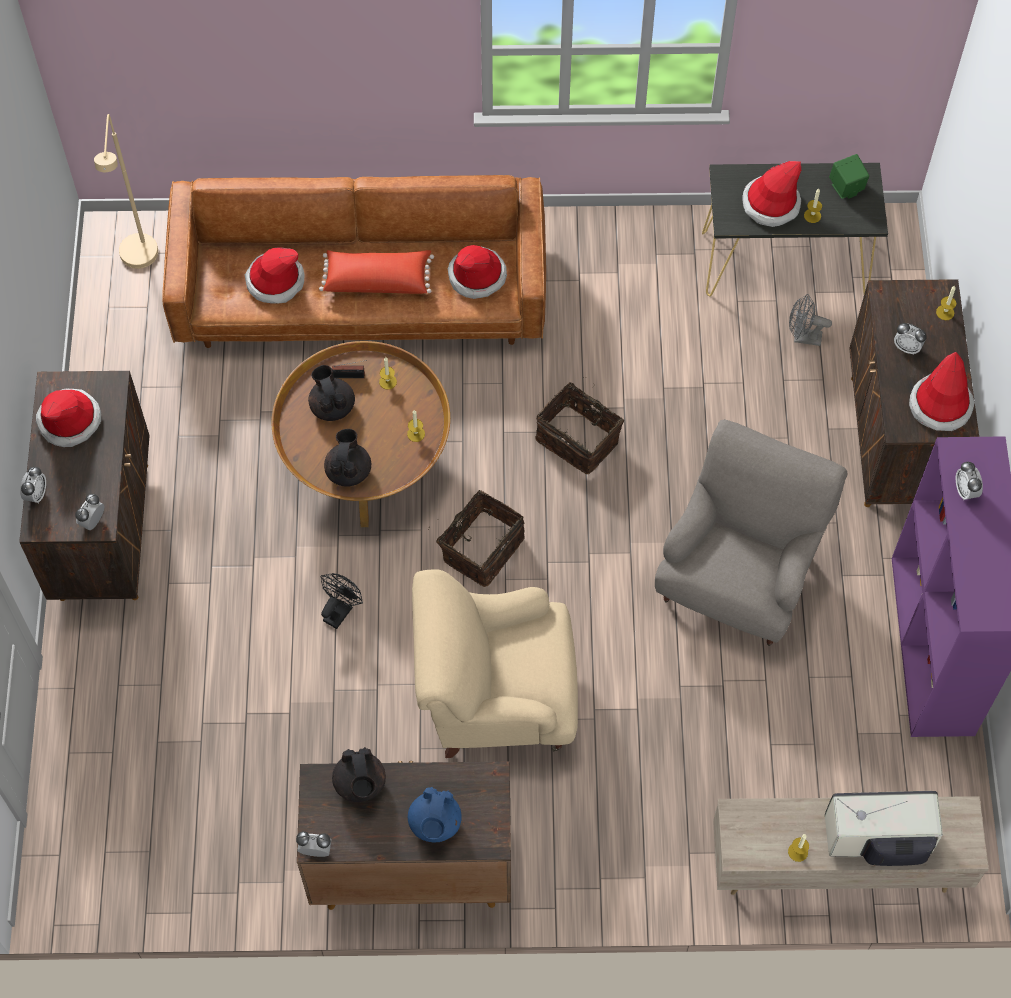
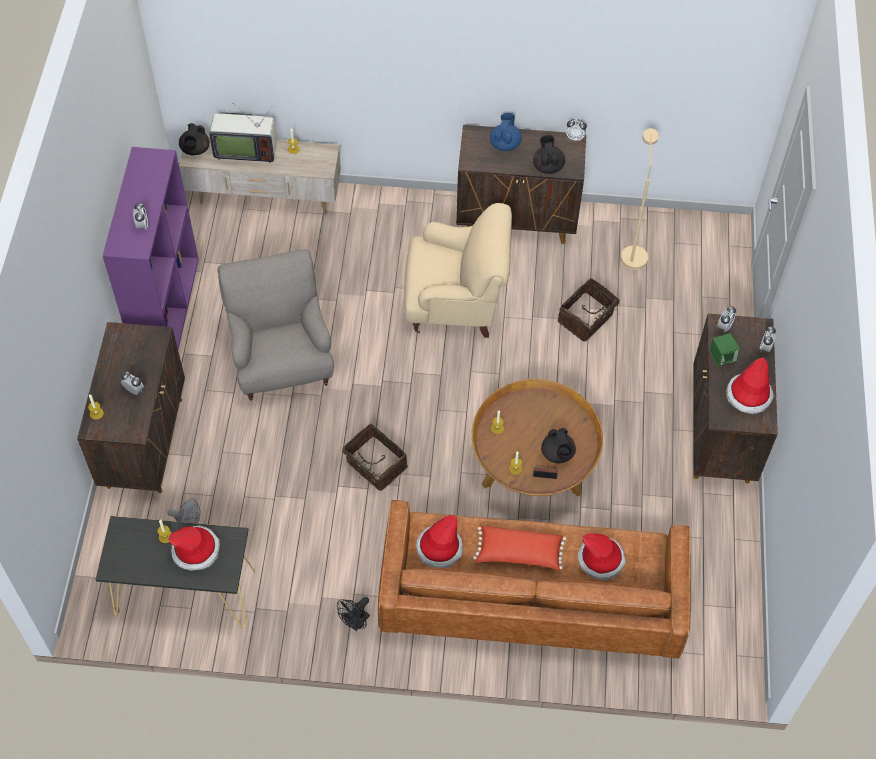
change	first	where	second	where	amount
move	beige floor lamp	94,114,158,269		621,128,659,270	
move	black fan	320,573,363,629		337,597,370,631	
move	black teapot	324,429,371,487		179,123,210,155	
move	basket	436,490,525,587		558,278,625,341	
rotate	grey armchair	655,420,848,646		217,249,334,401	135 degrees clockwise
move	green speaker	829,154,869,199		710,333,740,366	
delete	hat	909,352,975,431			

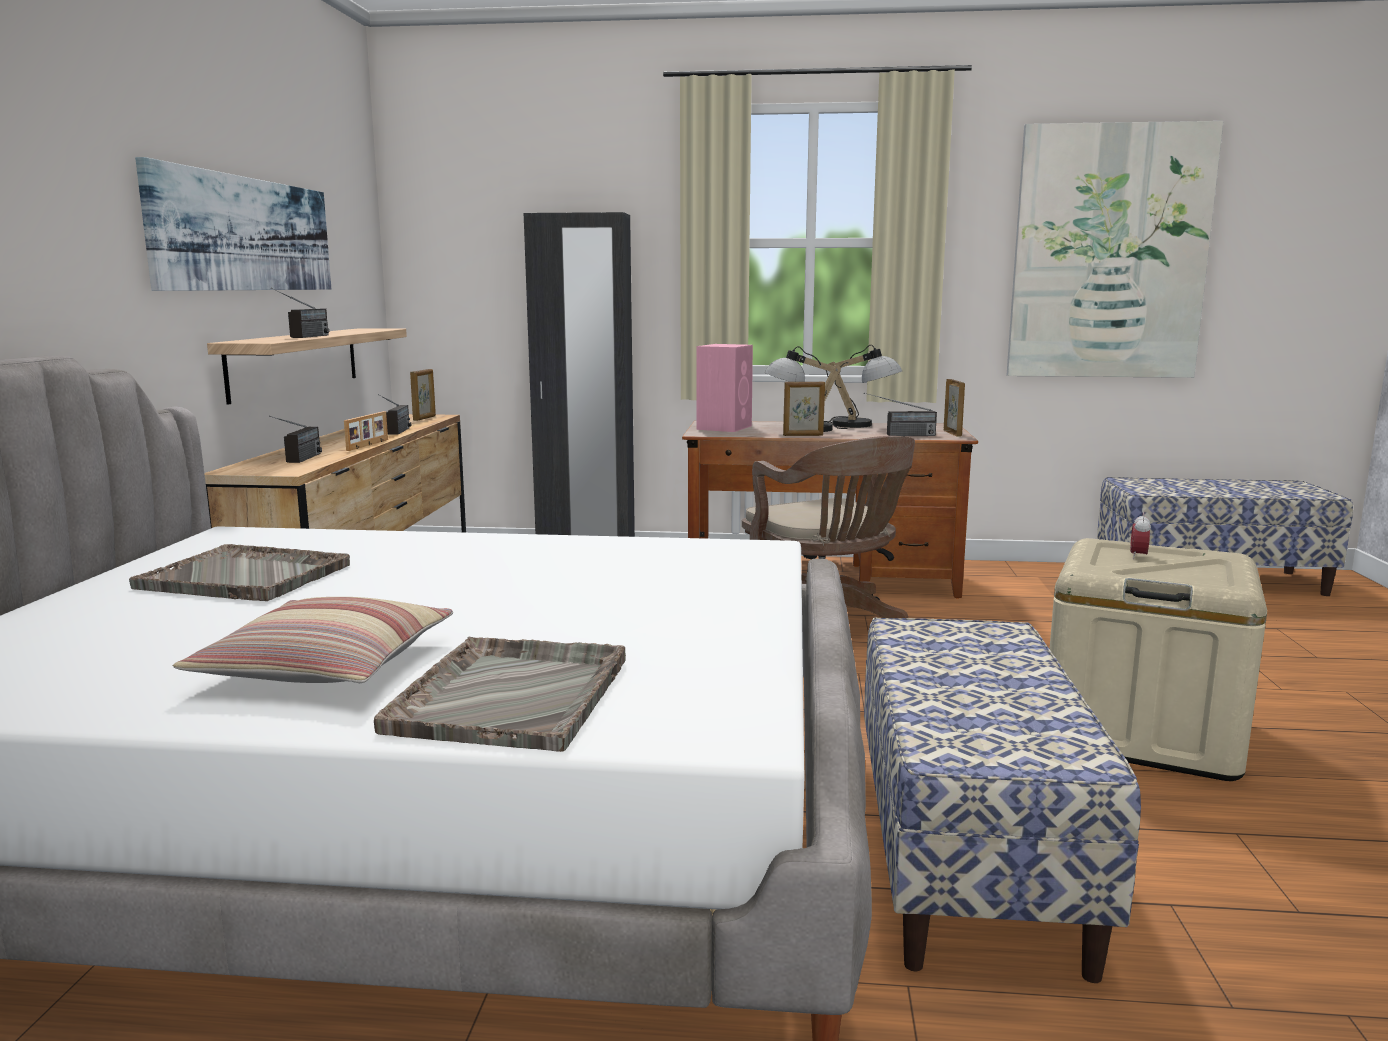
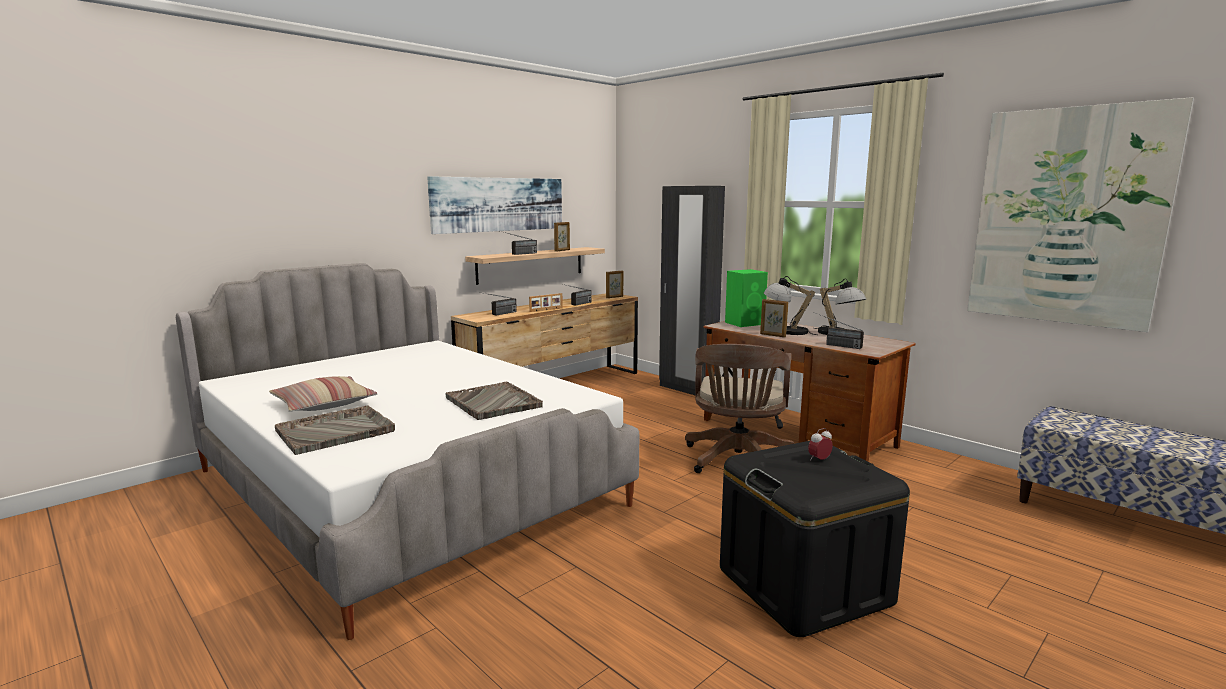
change	first	where	second	where	amount
move	grey tray	129,544,350,601		445,382,543,420	
recolor	pink speaker	696,344,753,432	green speaker	725,269,768,327	
delete	bench	864,618,1141,983			
move	picture frame	943,379,965,436		554,222,570,252	
recolor	beige storage box	1049,538,1267,781	black storage box	720,441,910,637	

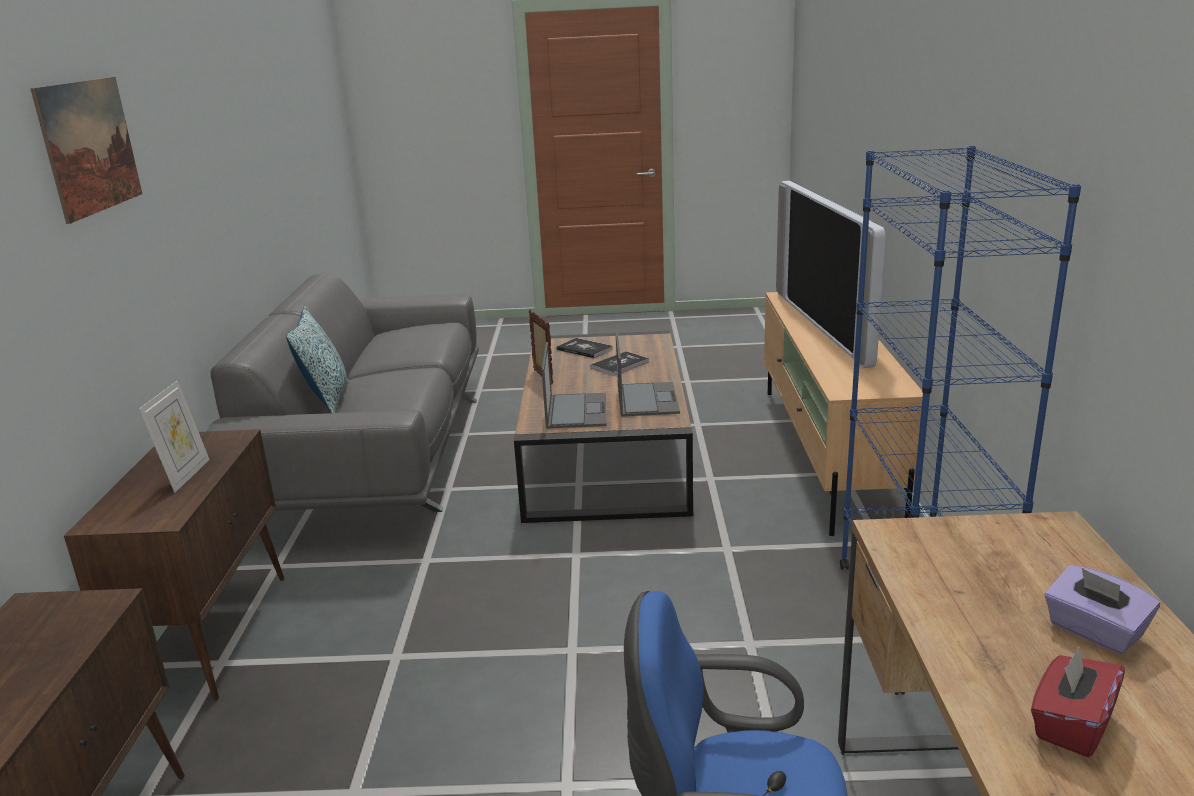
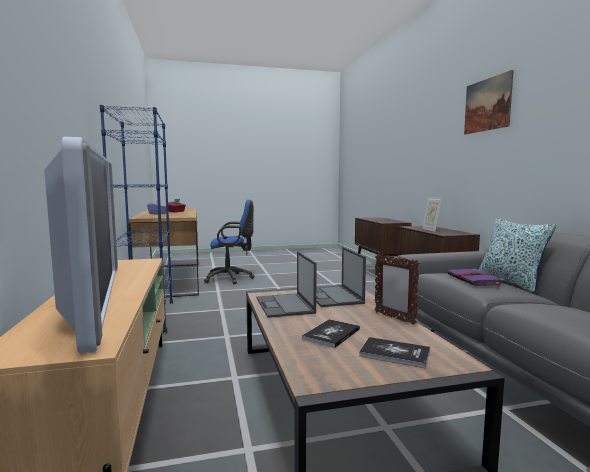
change	first	where	second	where	amount
insert			purple book	447,269,504,287	

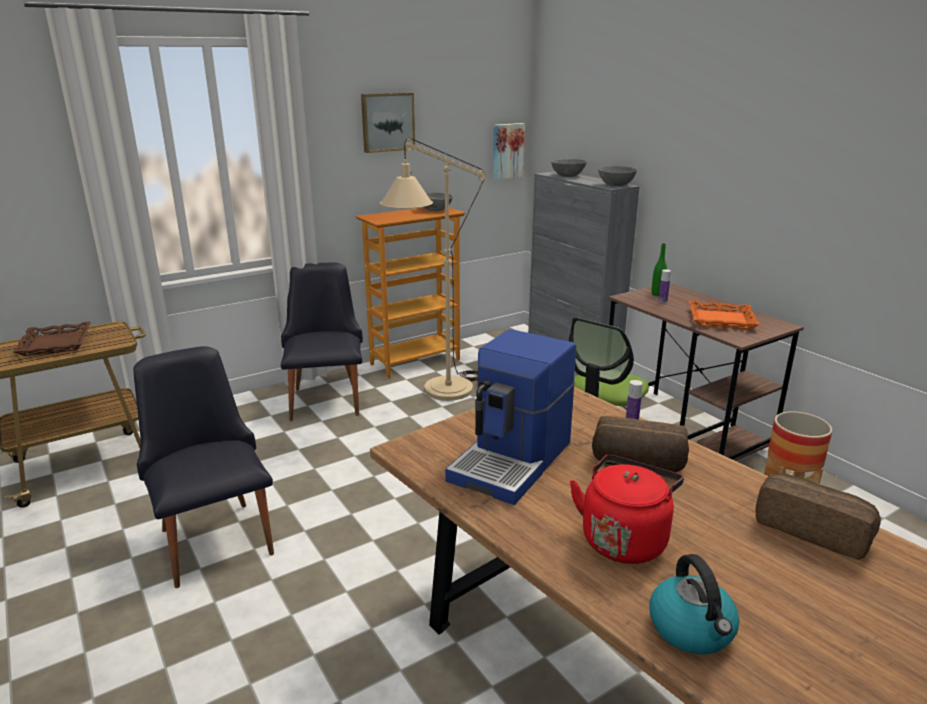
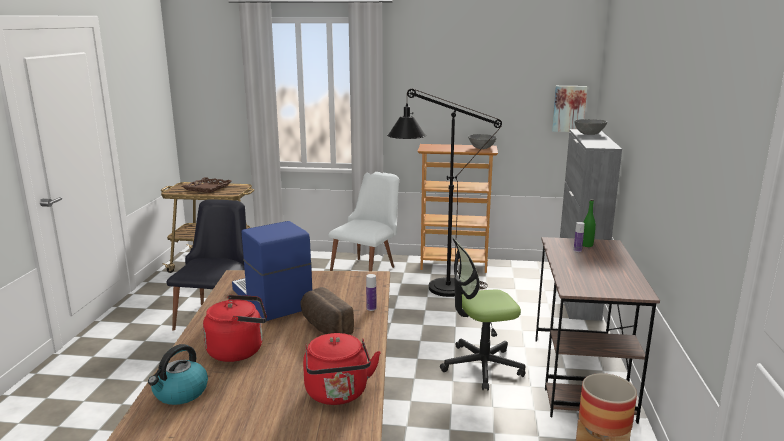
change	first	where	second	where	amount
recolor	black chair	281,263,363,421	white chair	329,172,399,271	
delete	picture	361,93,415,153			
recolor	beige floor lamp	380,138,485,401	black floor lamp	387,89,502,297	
rotate	coffee machine	445,329,576,505		232,221,312,321	75 degrees clockwise
delete	grey bowl	598,166,637,186			
delete	orange tray	689,301,760,329			
replace	bread	756,473,881,560	red kettle	303,333,381,405	

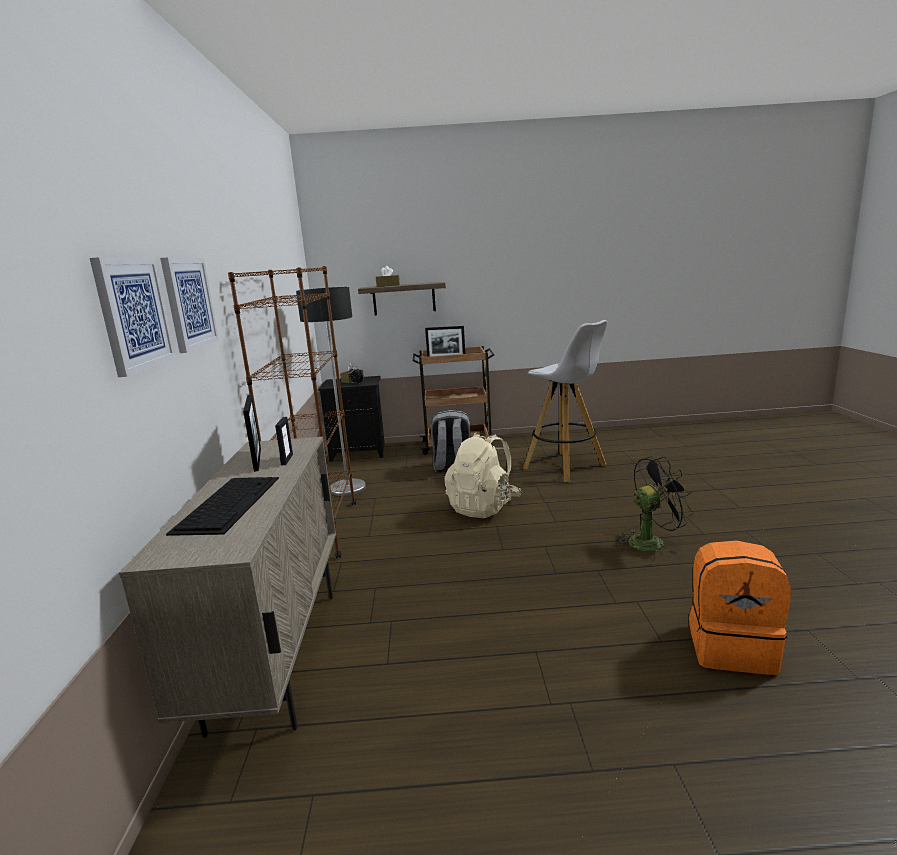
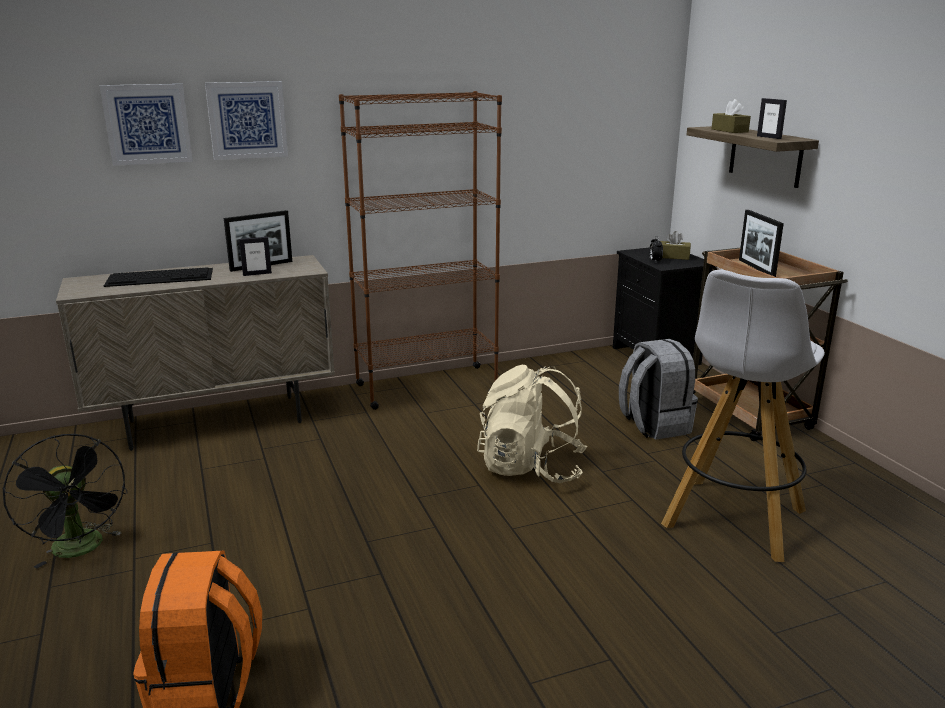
change	first	where	second	where	amount
delete	floor lamp	296,287,366,496			
move	black fan	617,456,694,555		3,434,128,568	
insert			picture frame	757,98,787,139	

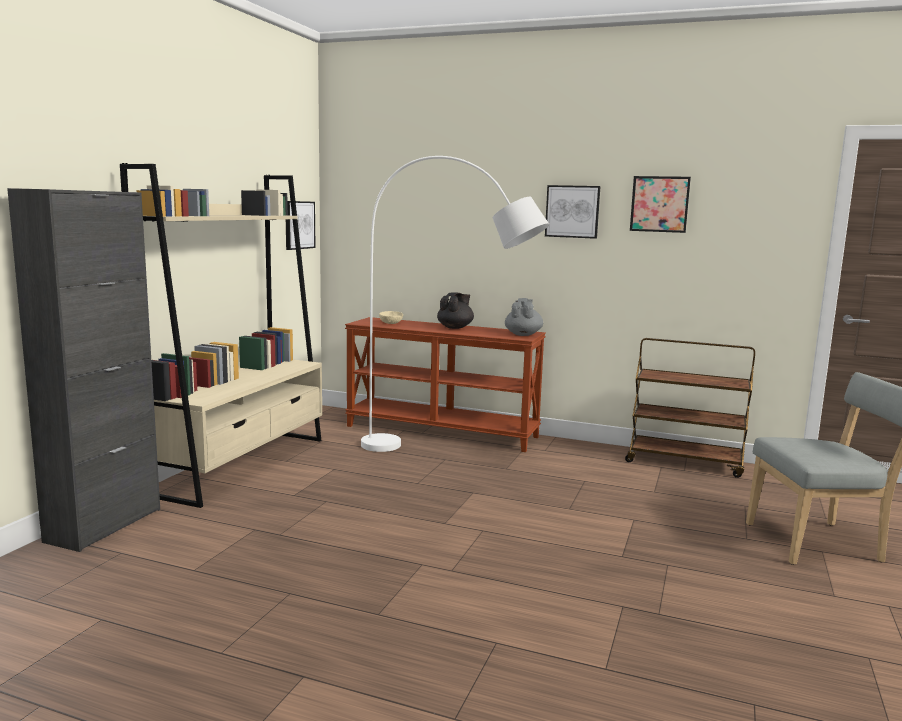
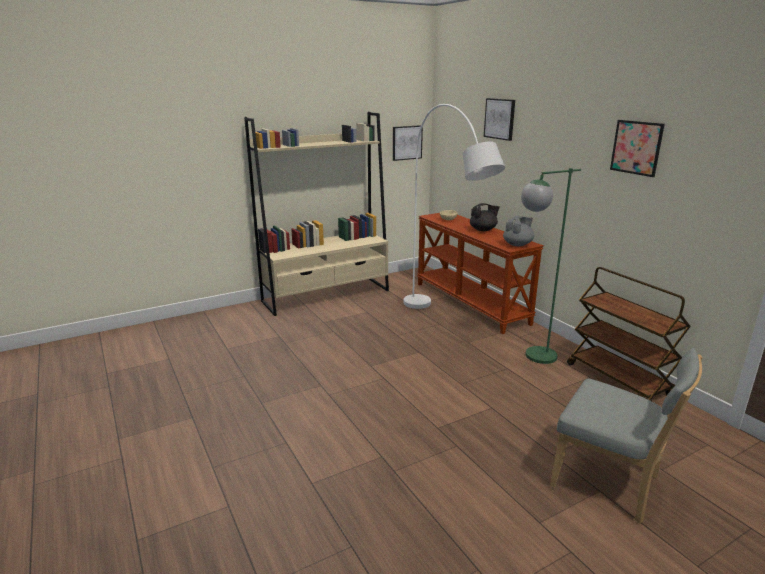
change	first	where	second	where	amount
delete	black cabinet	7,188,160,552			
move	picture	545,185,601,239		484,98,515,141	
insert			green floor lamp	521,168,581,364	

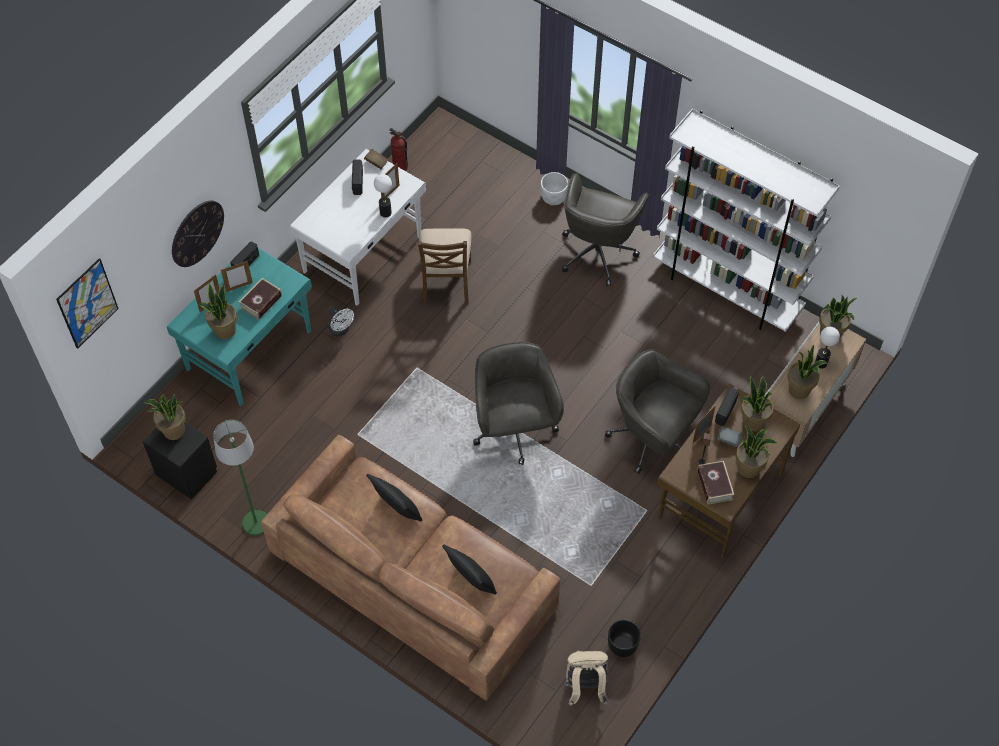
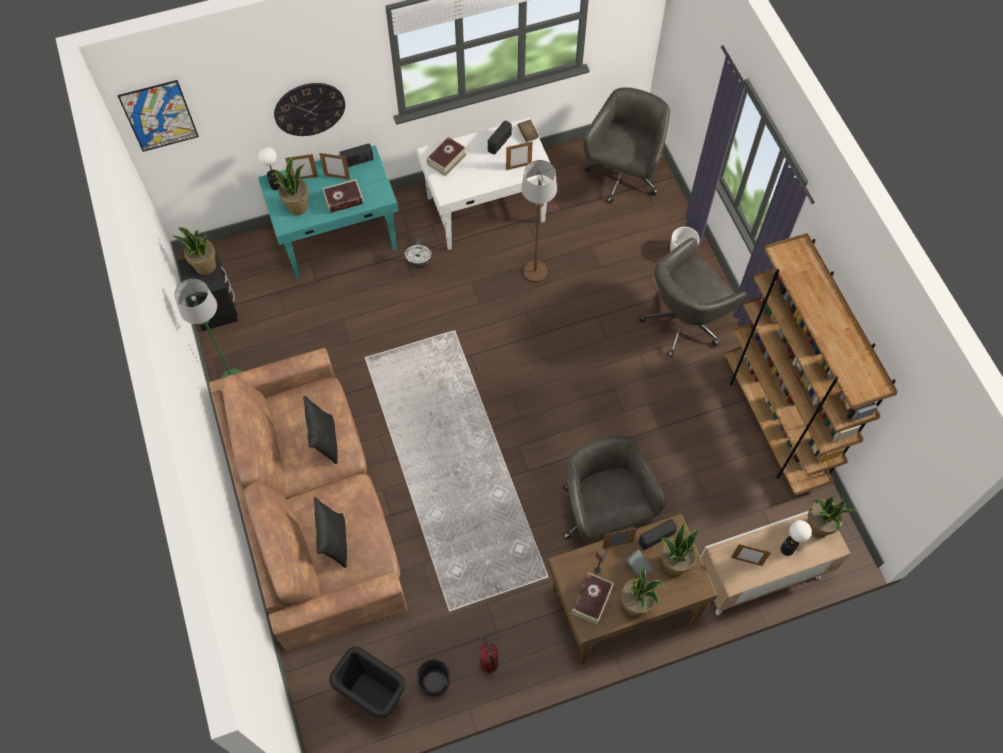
change	first	where	second	where	amount
move	table lamp	374,174,392,217		258,147,281,190	
move	fire extinguisher	389,128,408,171		479,637,499,673	
replace	brown chair	418,228,471,305	brown floor lamp	521,160,557,282	
move	grey office chair	473,342,564,465		583,87,670,203	
replace	beige backpack	564,651,609,706	black trash can	329,647,406,718	
recolor	white bookcase	653,109,840,332	brown bookcase	724,233,898,496	
replace	potted plant	787,345,828,399	picture frame	731,544,771,566	
insert			book	427,137,467,176	

